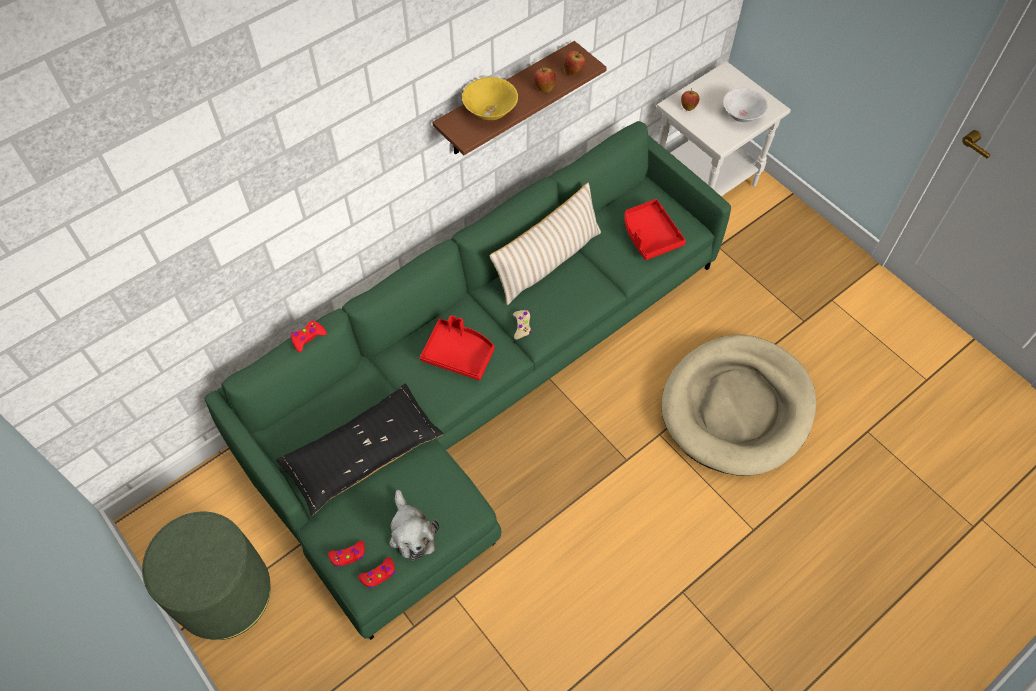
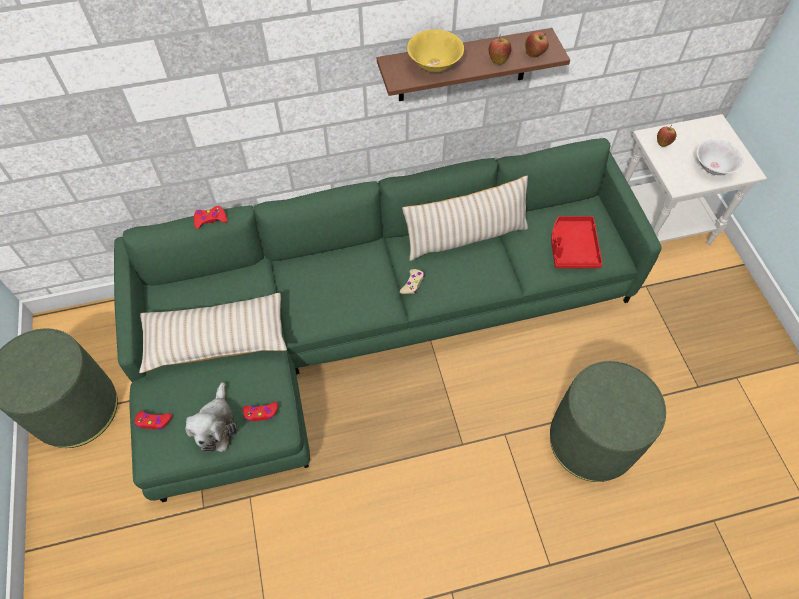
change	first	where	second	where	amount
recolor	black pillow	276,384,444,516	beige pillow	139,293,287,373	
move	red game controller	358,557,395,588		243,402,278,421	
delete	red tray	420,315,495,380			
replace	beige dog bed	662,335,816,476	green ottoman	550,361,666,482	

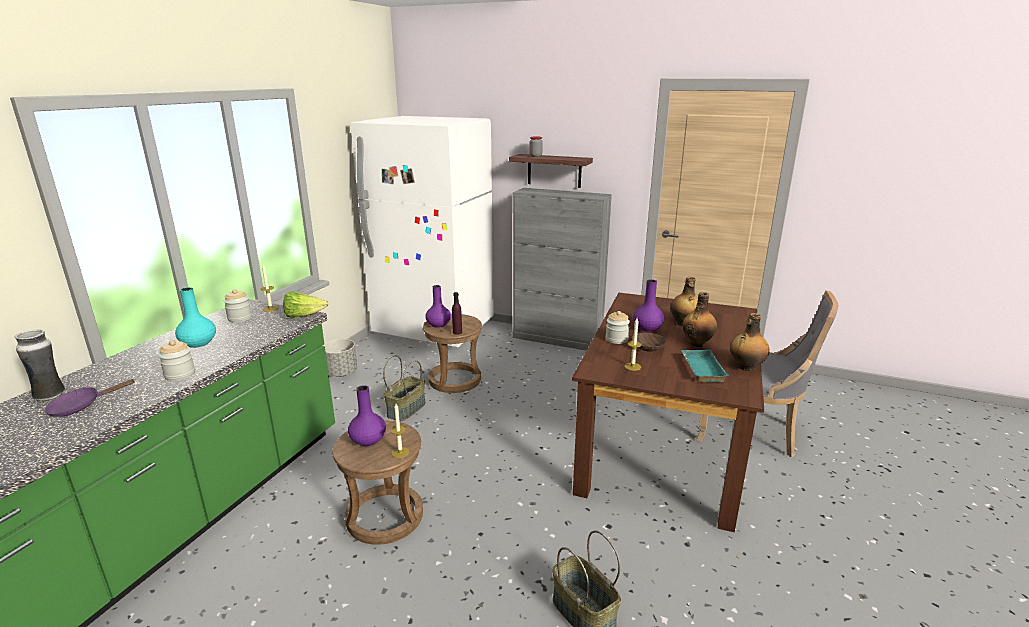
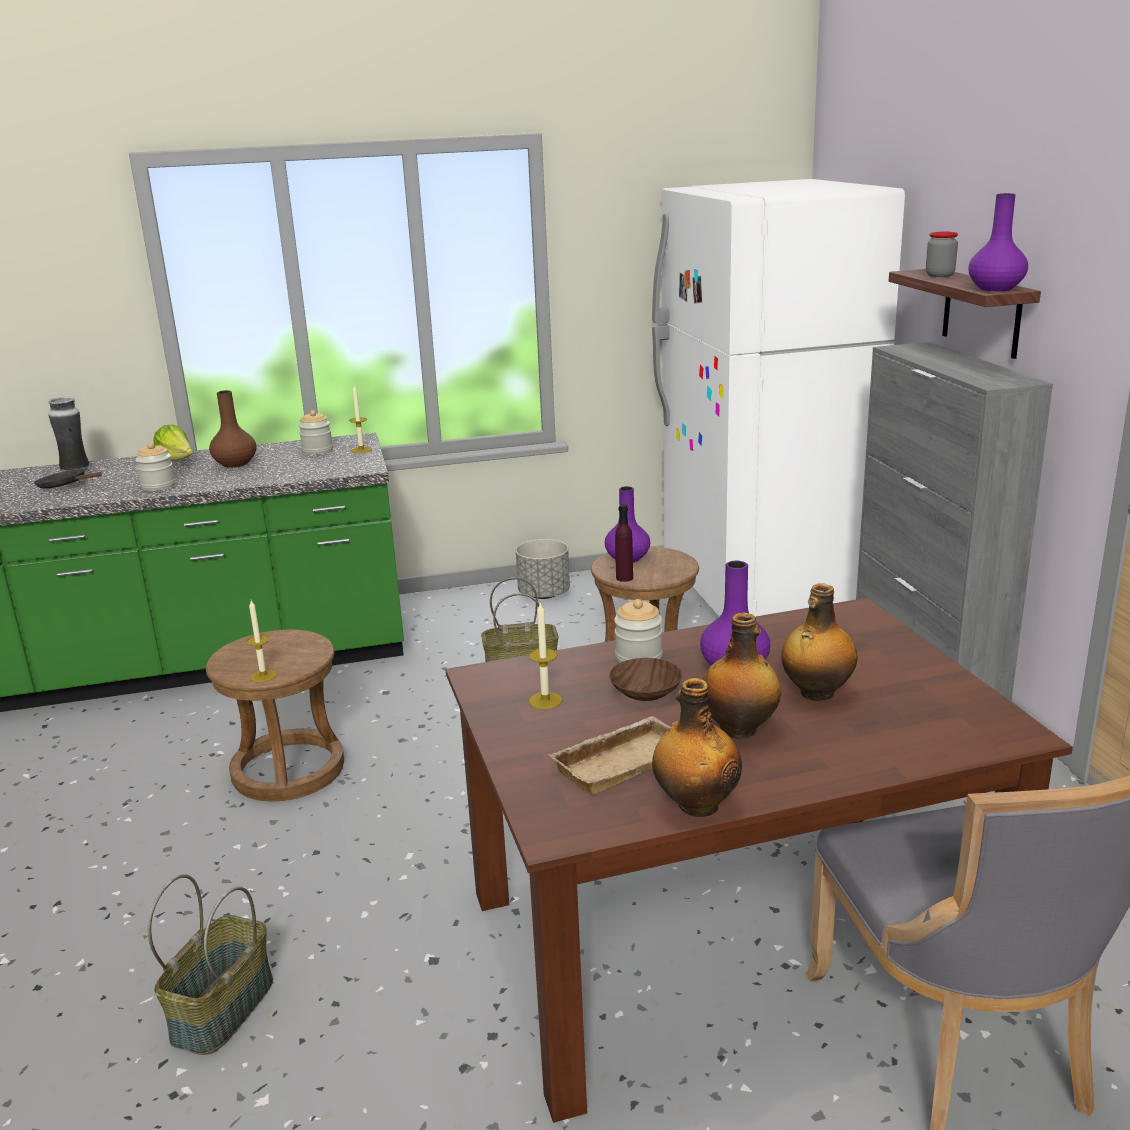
change	first	where	second	where	amount
recolor	purple frying pan	44,379,135,417	black frying pan	34,469,102,489	
recolor	turquoise vase	175,287,216,348	brown vase	209,390,256,468	
move	lettuce	283,291,329,318		153,425,193,461	
move	purple vase	348,385,386,446		968,193,1028,291	
recolor	turquoise tray	681,350,729,382	beige tray	549,716,670,795	

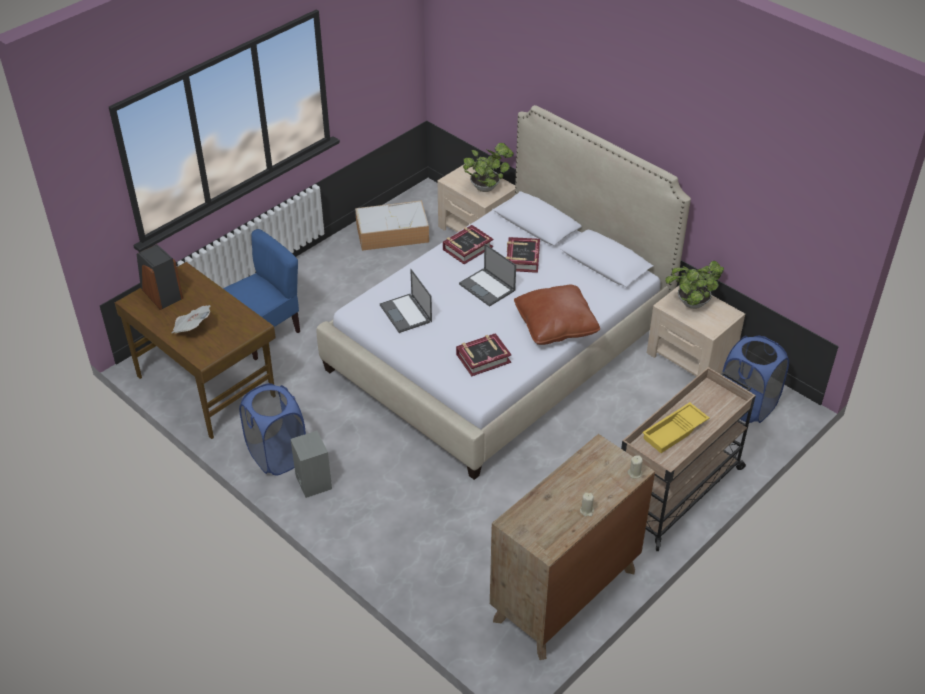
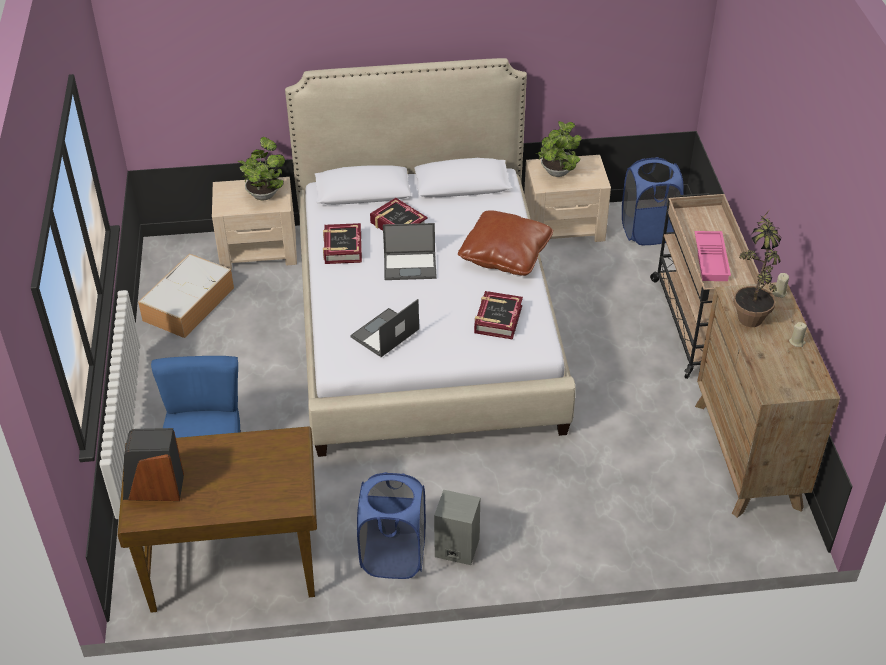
change	first	where	second	where	amount
delete	newspaper	172,305,210,333			
rotate	laptop	380,269,432,333		350,299,419,357	120 degrees clockwise
recolor	yellow tray	642,402,709,453	pink tray	695,231,731,281	
insert			potted plant	733,209,781,327	

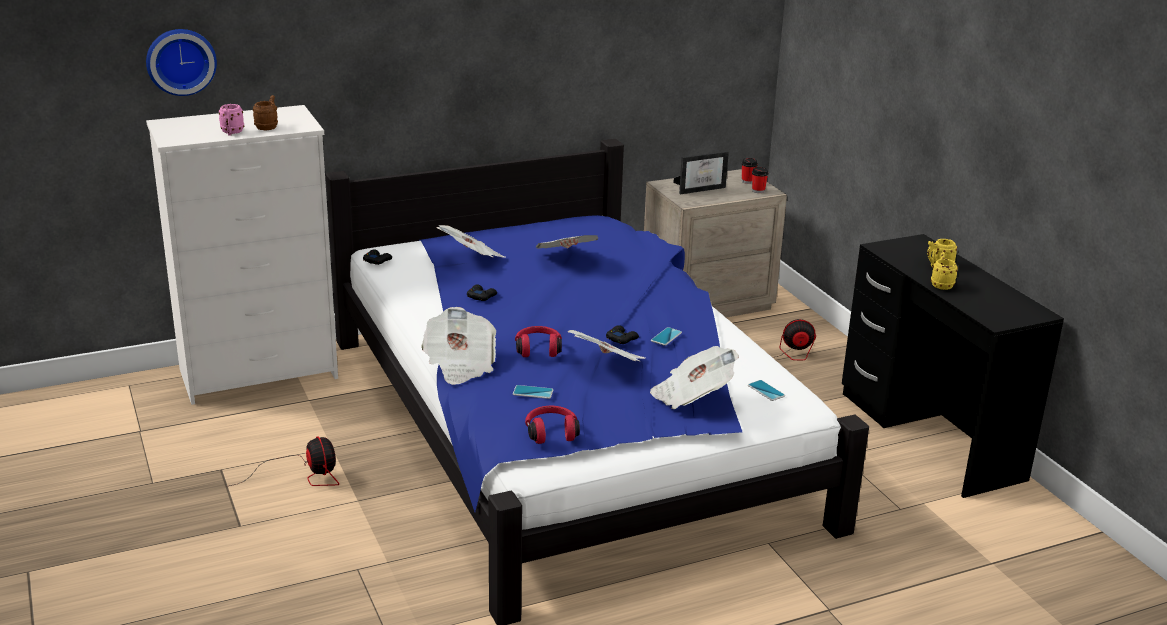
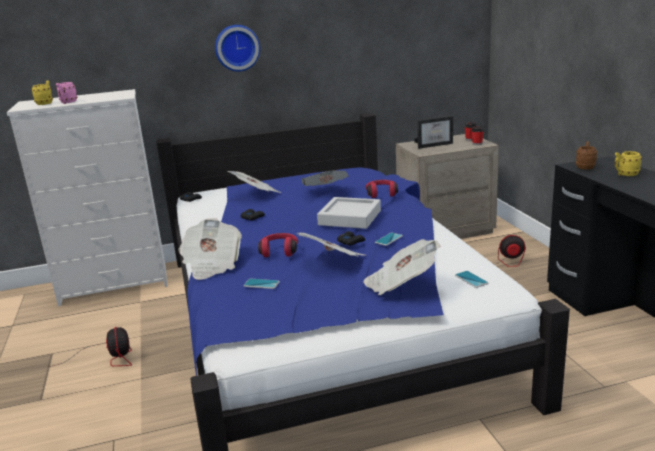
change	first	where	second	where	amount
move	wall clock	146,29,217,96		215,25,260,72	
move	brown mug	253,95,278,130		575,142,598,170	
move	red headphones	525,406,580,444		366,180,398,198	
move	yellow mug	931,252,958,290		31,81,53,105	
insert			grey tray	317,197,381,229	

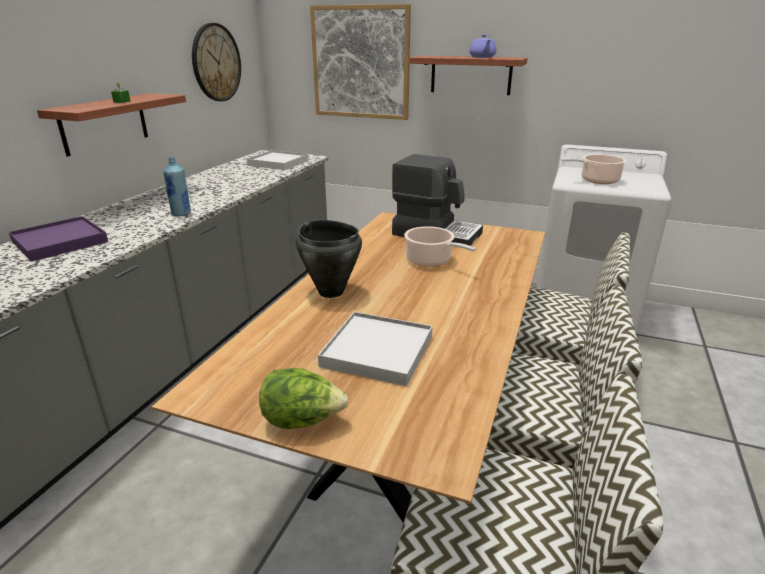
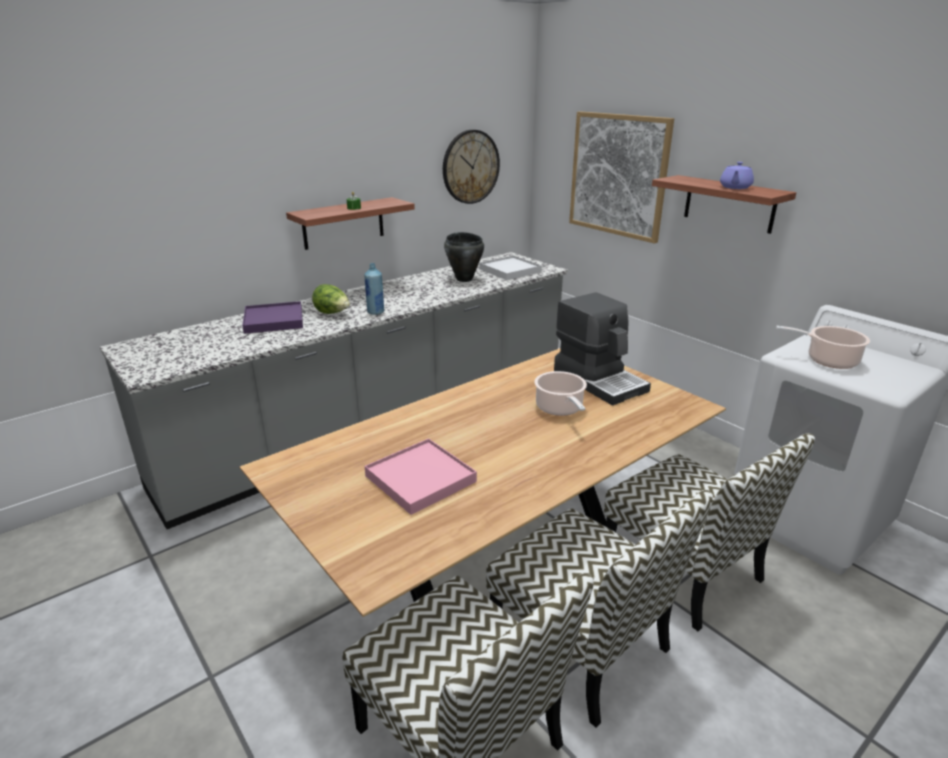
change	first	where	second	where	amount
move	lettuce	259,368,349,429		312,284,350,314	
move	black cooking pot	296,220,362,298		444,232,484,282	
recolor	white tray	318,312,433,386	pink tray	365,438,477,515	

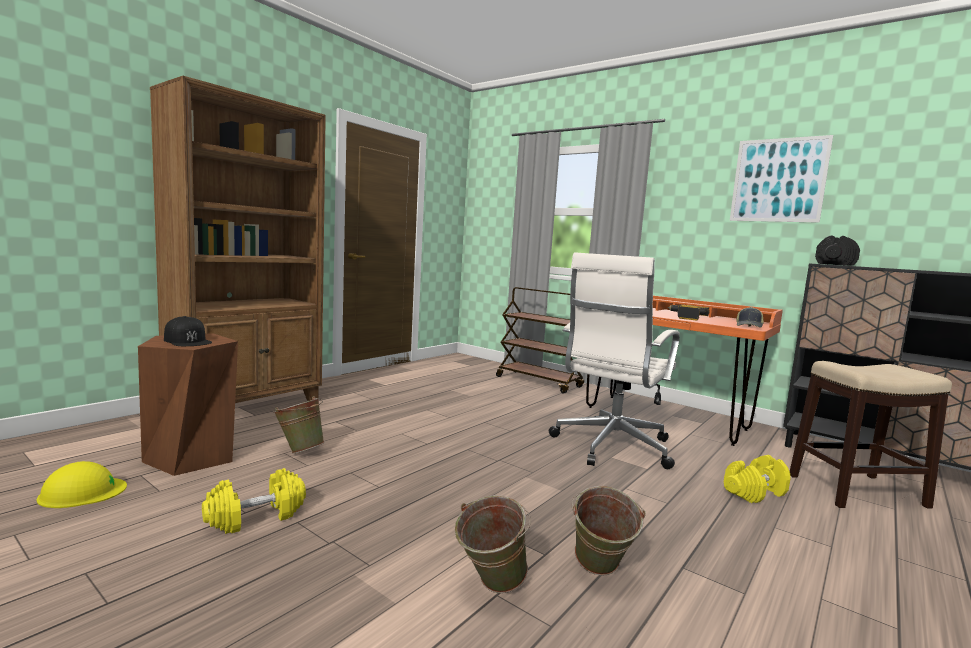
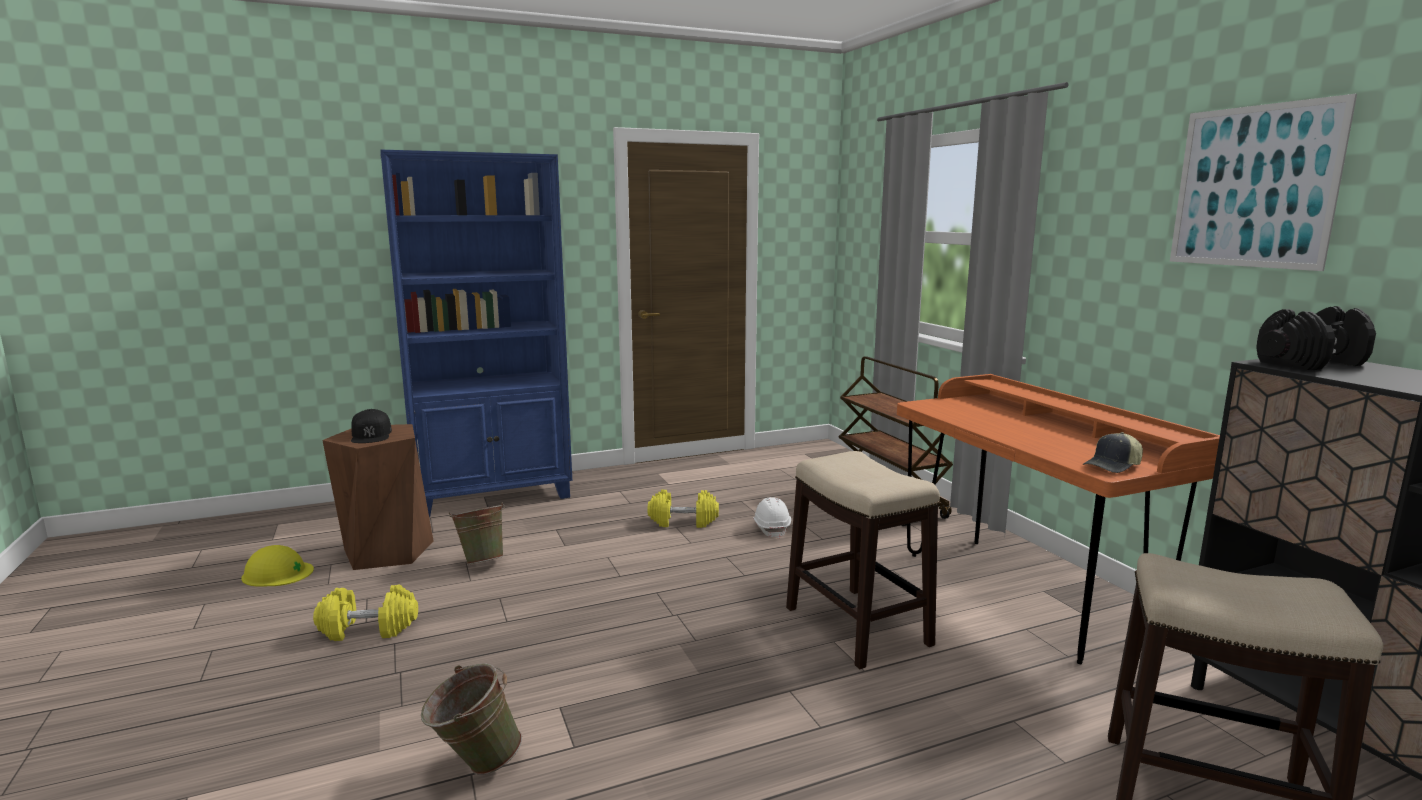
change	first	where	second	where	amount
recolor	brown bookcase	150,76,326,403	blue bookcase	380,150,572,517	
replace	white office chair	549,252,680,469	stool	786,451,940,669	
delete	green bucket	572,486,646,576			
delete	power drill	668,304,710,320			
move	yellow dumbbell	724,455,791,503		648,489,719,528	
insert			white hard hat	753,497,791,539	

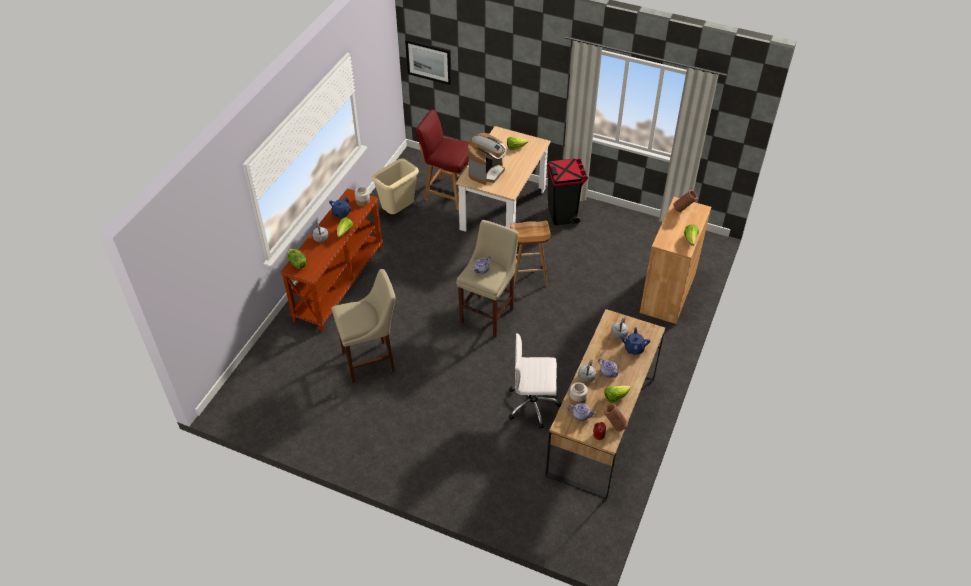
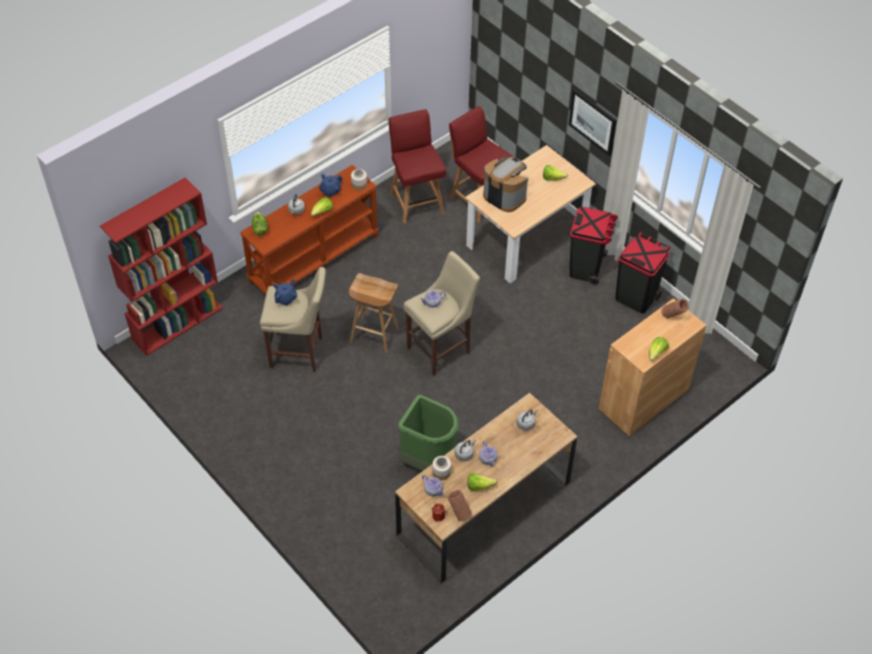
change	first	where	second	where	amount
replace	beige trash can	372,158,419,214	red chair	389,109,446,223	
move	picture	405,39,452,85		569,89,617,156	
rotate	coffee machine	468,133,507,185		483,157,528,212	105 degrees counterclockwise
replace	white office chair	509,333,561,429	green trash can	398,395,459,471	
move	brown stool	510,221,551,288		349,273,399,353	
move	blue teapot	621,328,650,355		273,279,297,306	
insert			red bookcase	100,178,223,356	
insert			black trash can	616,232,671,314	

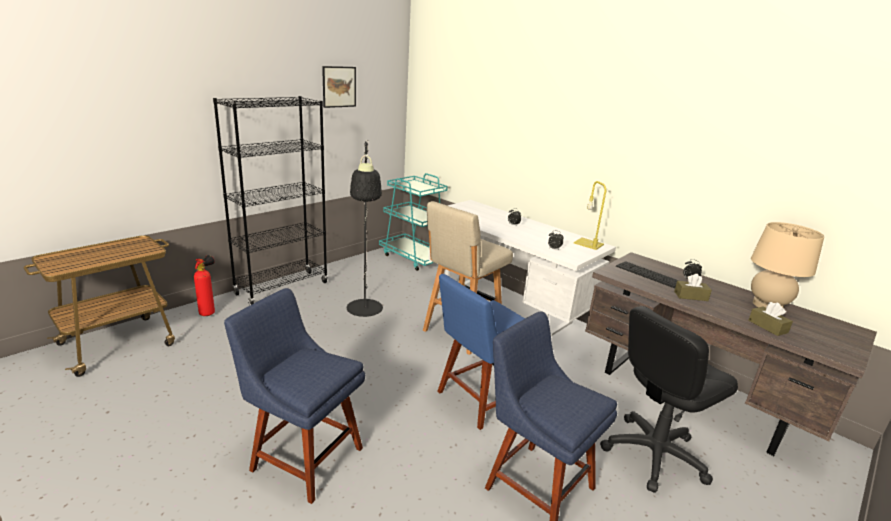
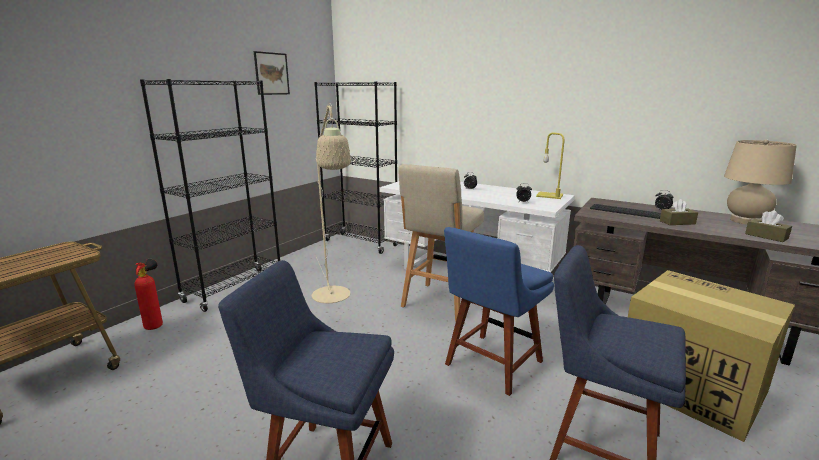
change	first	where	second	where	amount
recolor	black floor lamp	347,140,383,317	beige floor lamp	312,103,351,303	
replace	turquoise cart	379,173,448,271	black bookcase	314,82,398,254	
replace	black office chair	600,306,738,493	cardboard box	628,270,795,442	

